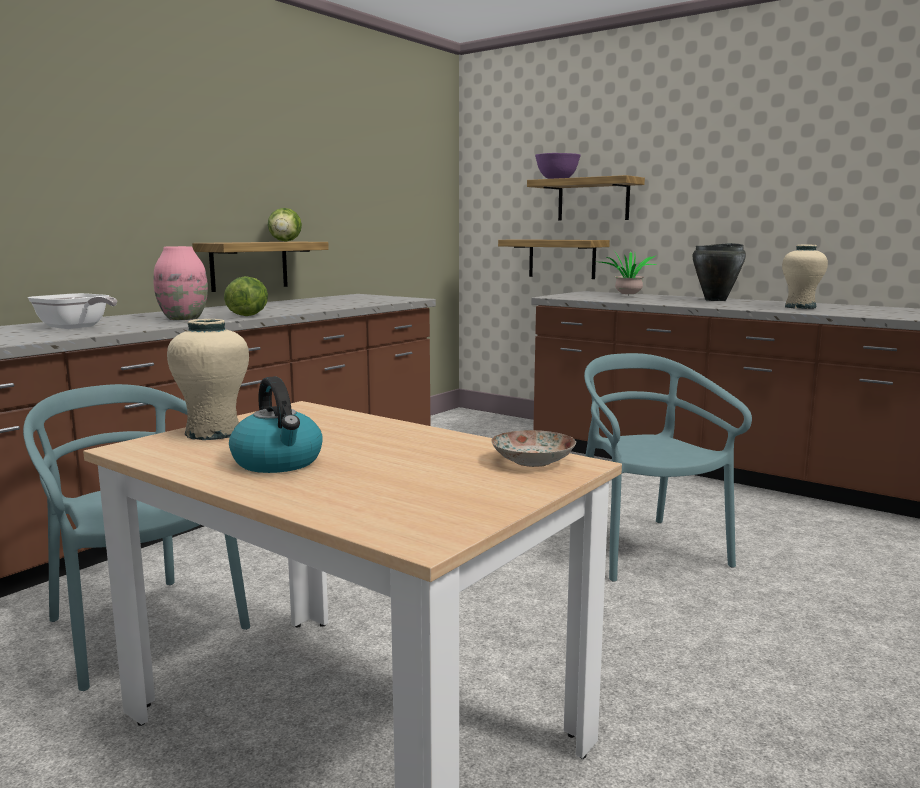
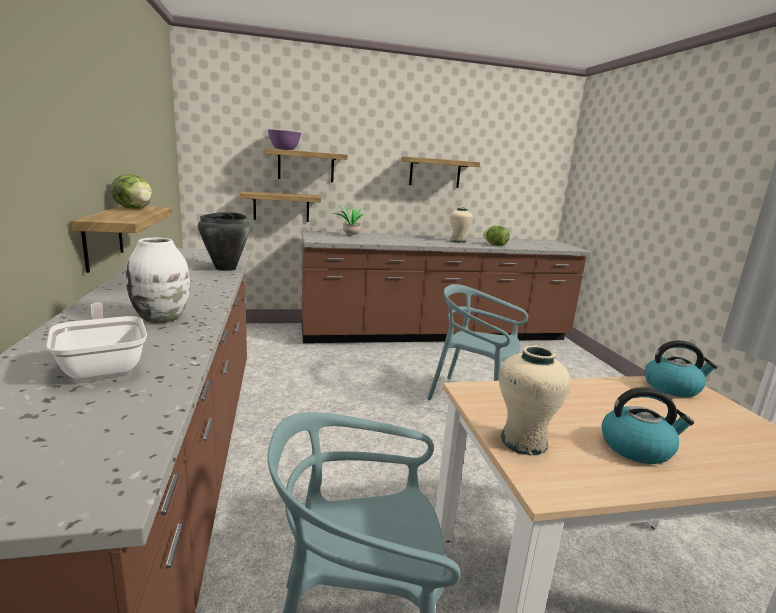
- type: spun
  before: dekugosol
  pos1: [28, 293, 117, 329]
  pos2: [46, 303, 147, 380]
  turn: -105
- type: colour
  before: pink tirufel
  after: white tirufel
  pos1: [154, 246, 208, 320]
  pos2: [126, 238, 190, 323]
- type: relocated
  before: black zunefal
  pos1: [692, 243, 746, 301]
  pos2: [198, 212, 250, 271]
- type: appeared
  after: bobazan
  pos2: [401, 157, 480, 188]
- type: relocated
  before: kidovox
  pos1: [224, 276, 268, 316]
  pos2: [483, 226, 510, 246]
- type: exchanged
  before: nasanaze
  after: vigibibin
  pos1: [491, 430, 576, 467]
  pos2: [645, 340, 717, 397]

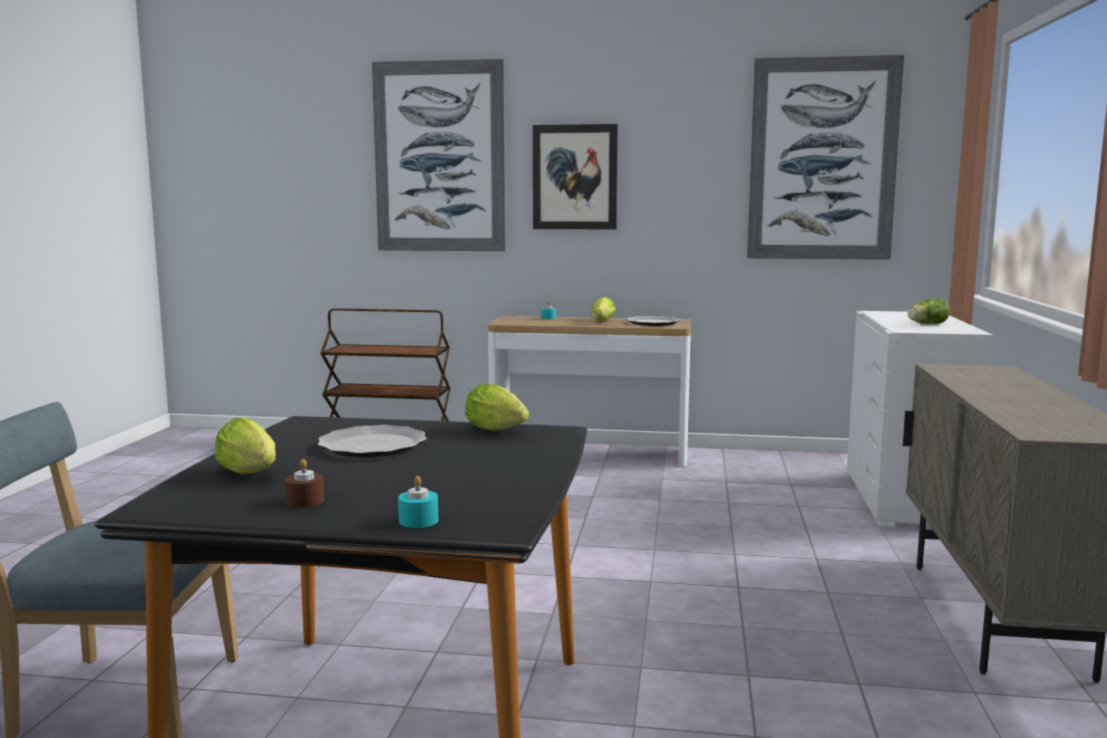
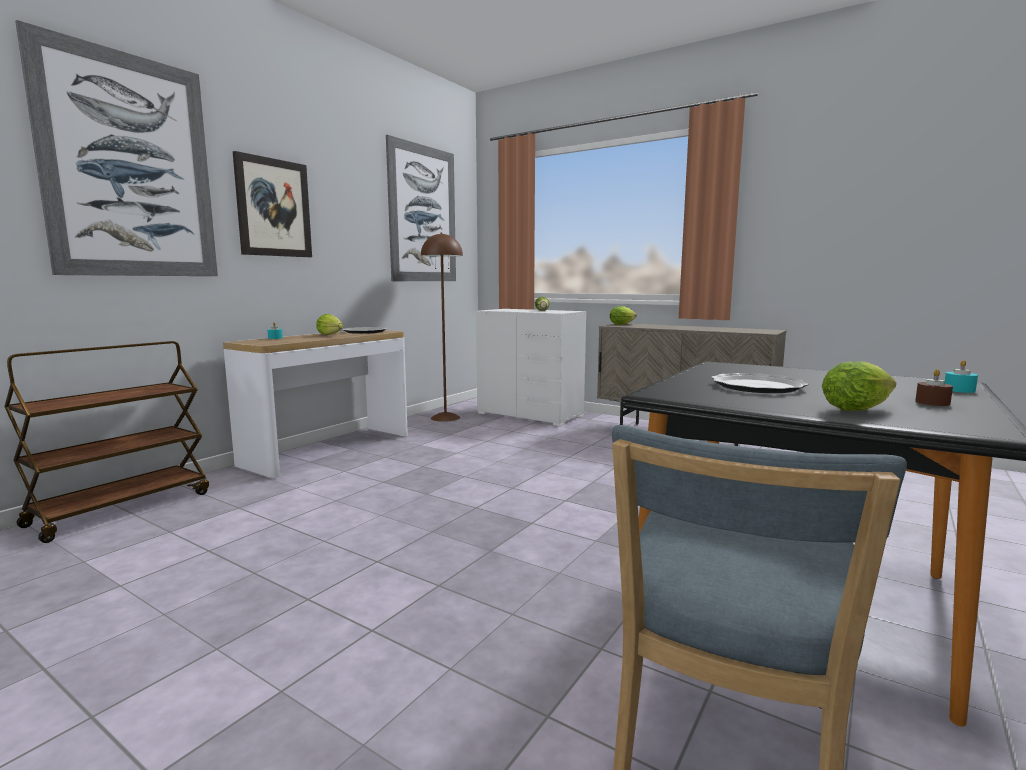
- type: appeared
  after: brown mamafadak
  pos2: [421, 233, 463, 422]
- type: relocated
  before: kidovox
  pos1: [465, 384, 529, 431]
  pos2: [610, 306, 637, 325]

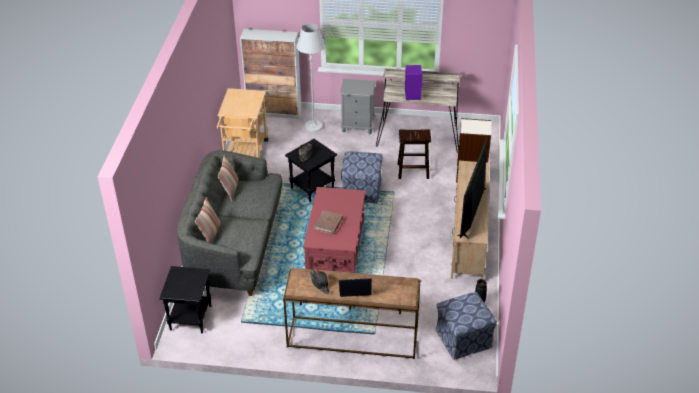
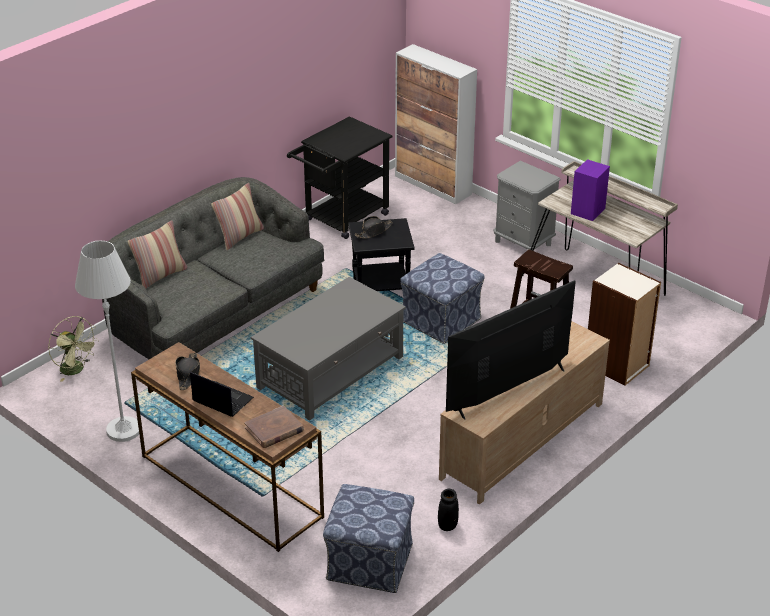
- type: exchanged
  before: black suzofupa
  after: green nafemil
  pos1: [159, 266, 211, 333]
  pos2: [48, 316, 99, 382]
- type: relocated
  before: white mamafadak
  pos1: [296, 24, 325, 132]
  pos2: [75, 240, 139, 442]
- type: relocated
  before: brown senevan
  pos1: [314, 210, 343, 234]
  pos2: [244, 406, 304, 448]
- type: colour
  before: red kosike
  after: grey kosike
  pos1: [303, 187, 365, 273]
  pos2: [251, 277, 406, 420]
- type: colour
  before: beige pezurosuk
  after: black pezurosuk
  pos1: [217, 88, 268, 158]
  pos2: [287, 116, 393, 239]

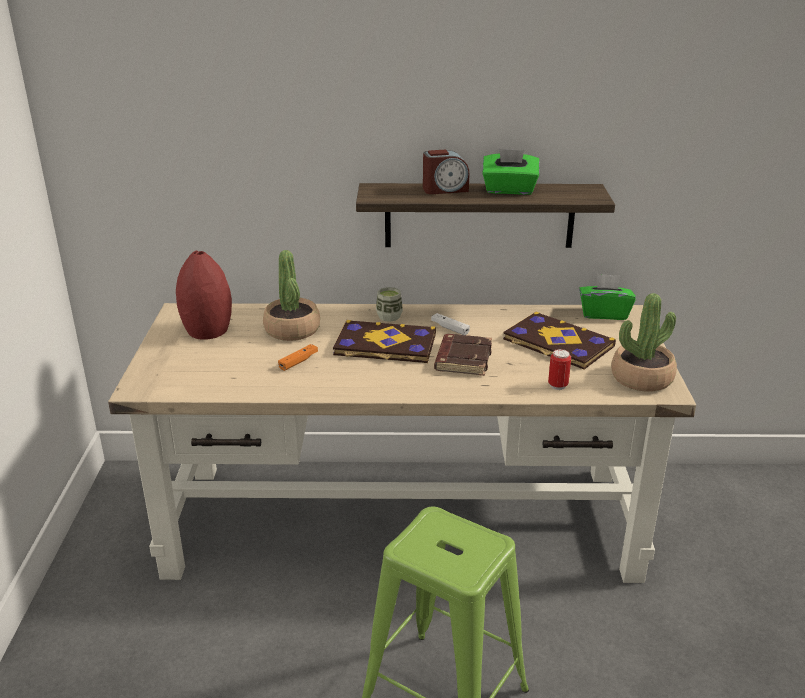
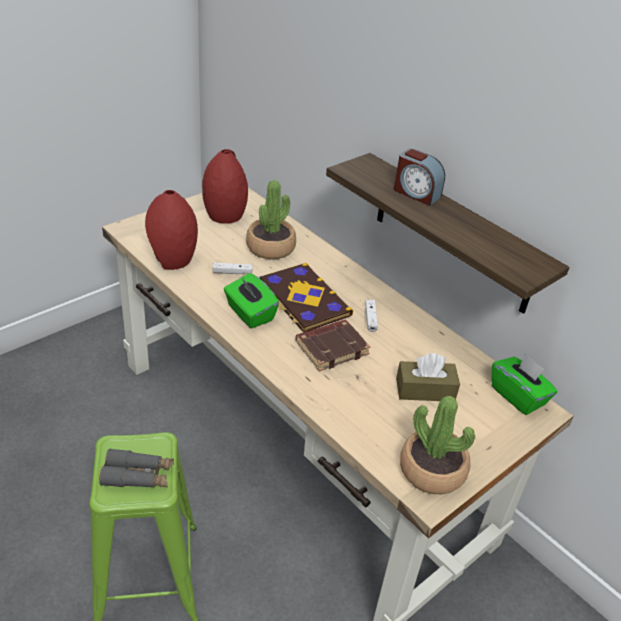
- type: appeared
  after: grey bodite
  pos2: [99, 448, 174, 487]
- type: appeared
  after: red tirufel
  pos2: [145, 190, 198, 270]
- type: colour
  before: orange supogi
  after: white supogi
  pos1: [278, 344, 318, 371]
  pos2: [213, 263, 253, 274]
- type: relocated
  before: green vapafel
  pos1: [482, 149, 539, 195]
  pos2: [224, 273, 279, 329]
- type: exchanged
  before: senevan
  after: brown vapafel
  pos1: [503, 312, 616, 369]
  pos2: [396, 353, 460, 401]
- type: missing
  before: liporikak
  pos1: [376, 287, 403, 322]
- type: missing
  before: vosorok
  pos1: [548, 349, 571, 390]

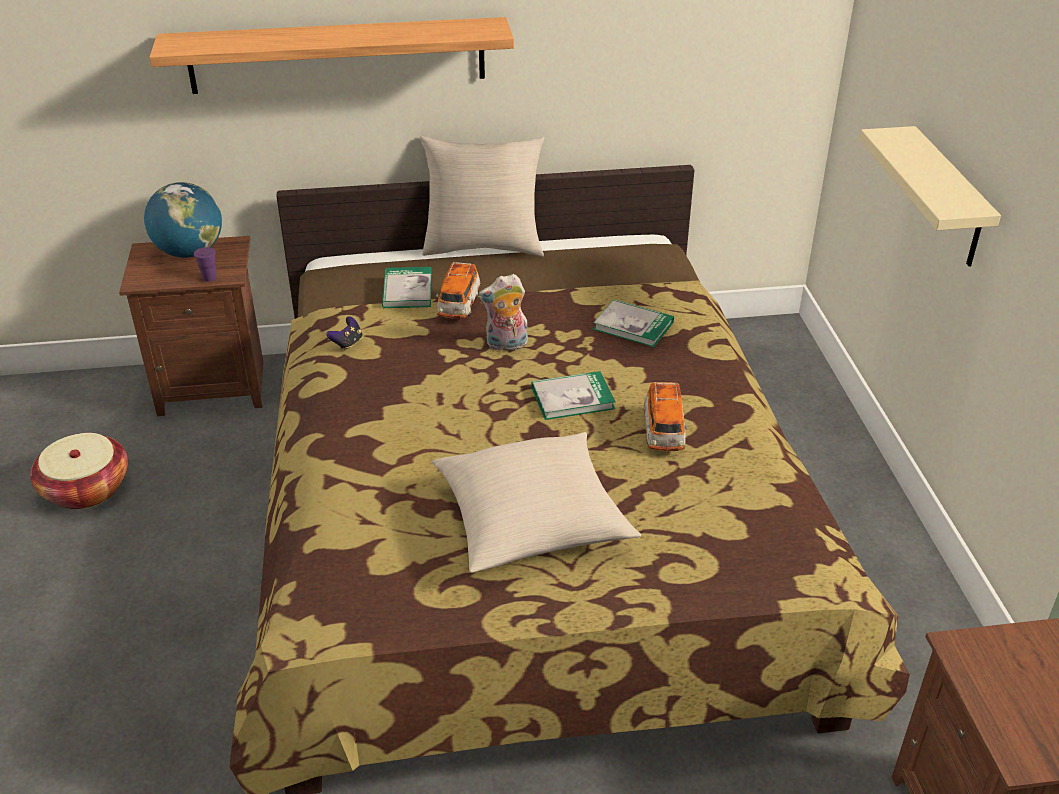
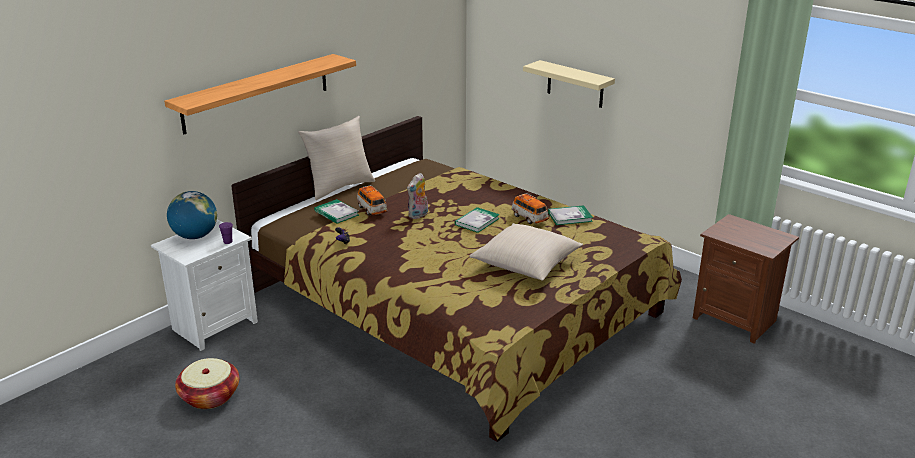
- type: colour
  before: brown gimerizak
  after: white gimerizak
  pos1: [119, 236, 263, 416]
  pos2: [151, 219, 258, 351]
- type: relocated
  before: senevan
  pos1: [593, 299, 674, 347]
  pos2: [548, 205, 593, 225]

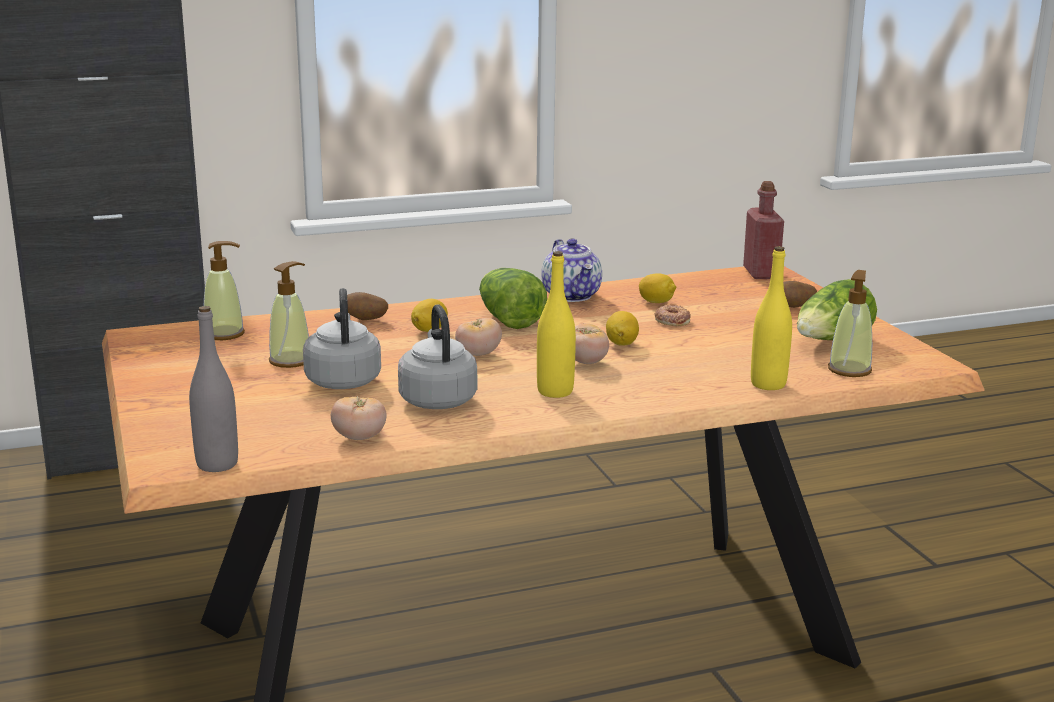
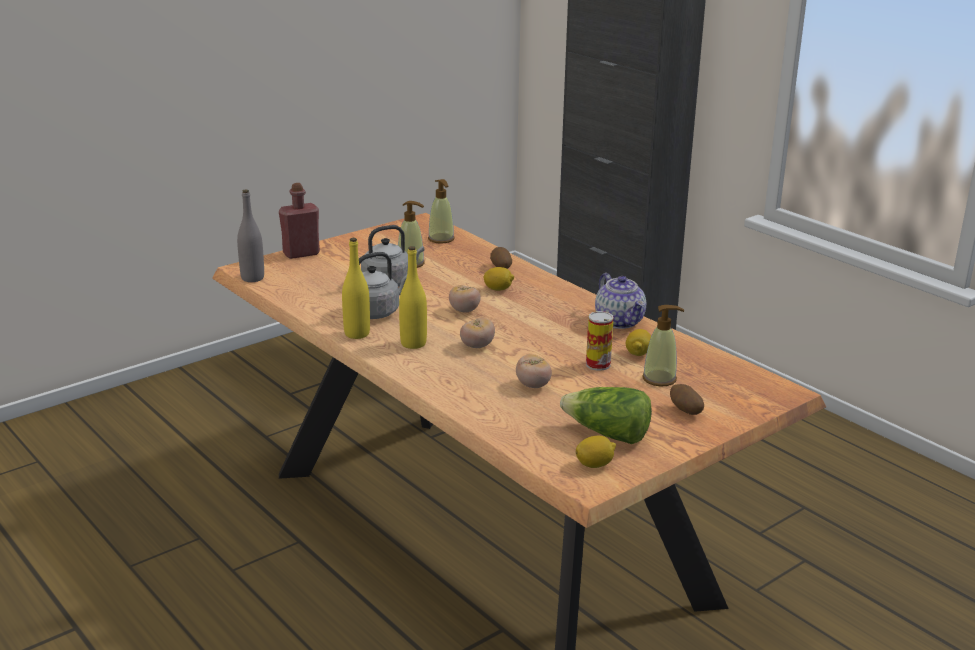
- type: relocated
  before: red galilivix
  pos1: [743, 181, 784, 279]
  pos2: [279, 183, 320, 259]
- type: relocated
  before: yellow galilivix
  pos1: [751, 246, 792, 390]
  pos2: [342, 238, 370, 339]
- type: relocated
  before: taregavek
  pos1: [331, 396, 387, 440]
  pos2: [516, 354, 552, 388]
- type: relocated
  before: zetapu
  pos1: [606, 311, 639, 346]
  pos2: [576, 436, 616, 468]
- type: exchanged
  before: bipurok
  after: vosorok
  pos1: [655, 304, 691, 326]
  pos2: [586, 311, 614, 371]
- type: spun
  before: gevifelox
  pos1: [541, 238, 602, 302]
  pos2: [595, 273, 646, 329]
  turn: -75
- type: relocated
  before: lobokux
  pos1: [828, 270, 872, 377]
  pos2: [642, 305, 684, 386]
- type: missing
  before: kidovox
  pos1: [479, 268, 547, 329]

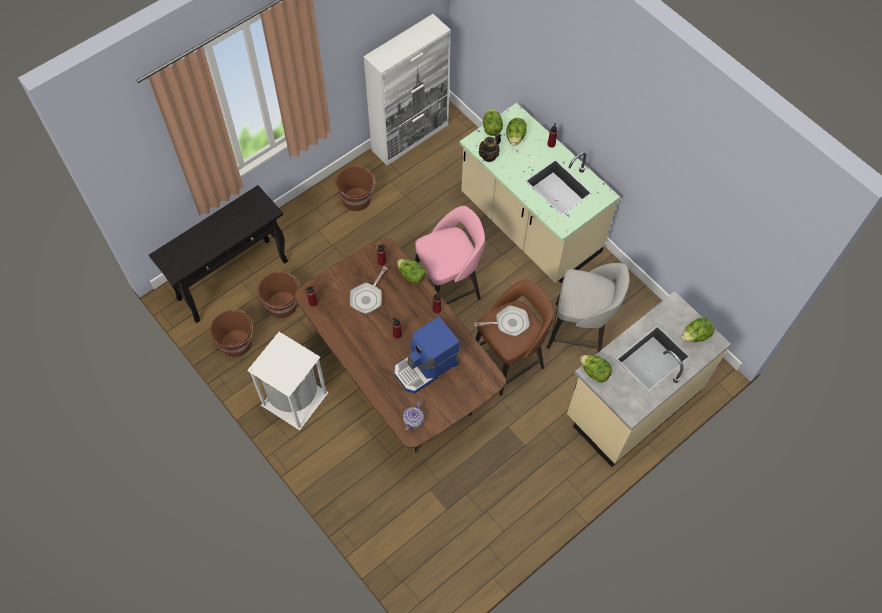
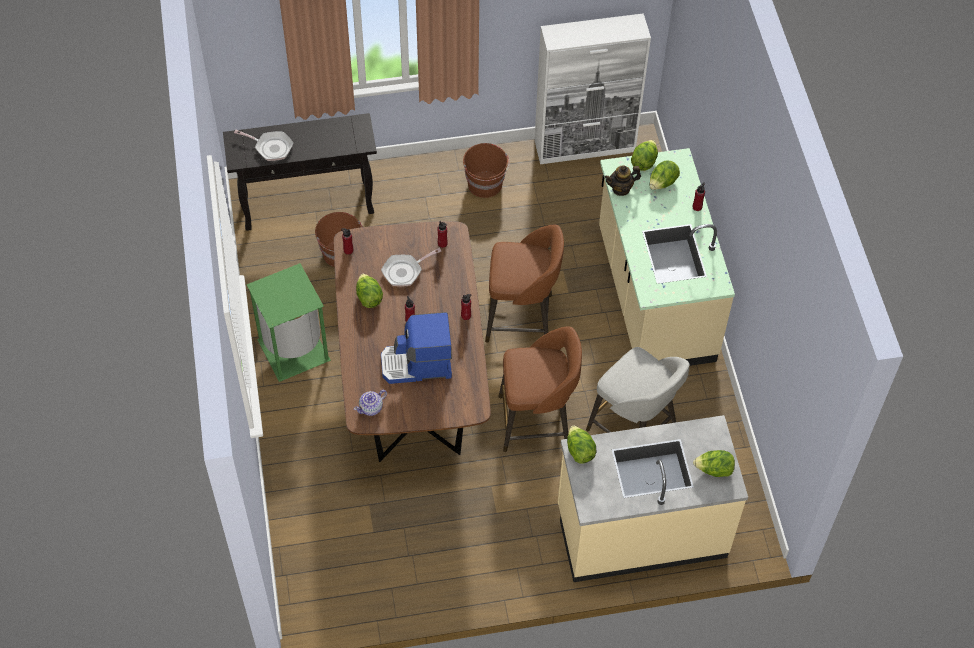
- type: relocated
  before: dekugosol
  pos1: [474, 305, 530, 336]
  pos2: [234, 130, 293, 161]
- type: colour
  before: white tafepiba
  after: green tafepiba
  pos1: [247, 332, 329, 430]
  pos2: [246, 263, 331, 382]
- type: relocated
  before: kidovox
  pos1: [397, 259, 426, 284]
  pos2: [356, 274, 383, 308]
- type: colour
  before: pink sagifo
  after: brown sagifo
  pos1: [415, 206, 485, 304]
  pos2: [485, 225, 564, 343]
- type: missing
  before: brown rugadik
  pos1: [210, 309, 253, 357]

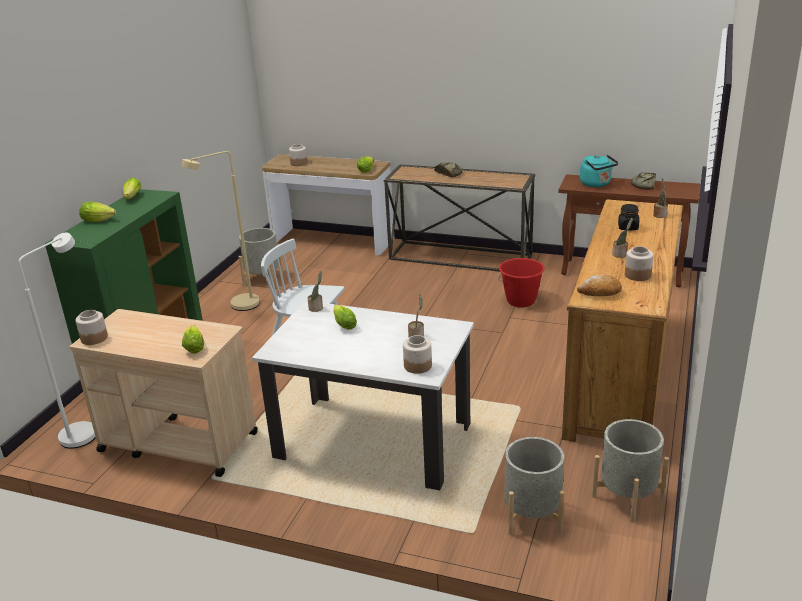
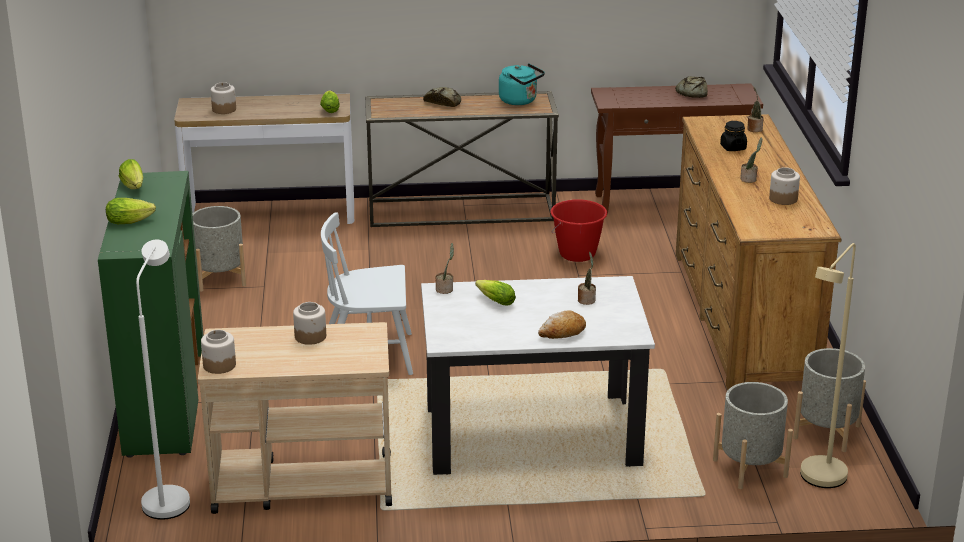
- type: relocated
  before: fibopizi
  pos1: [403, 335, 432, 374]
  pos2: [293, 302, 326, 345]
- type: relocated
  before: turquoise vigibibin
  pos1: [580, 155, 618, 187]
  pos2: [499, 63, 545, 105]
- type: relocated
  before: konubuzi
  pos1: [577, 275, 622, 296]
  pos2: [538, 310, 586, 339]
- type: relocated
  before: beige mamafadak
  pos1: [181, 151, 260, 311]
  pos2: [800, 243, 856, 488]
- type: missing
  before: kidovox
  pos1: [182, 325, 204, 353]

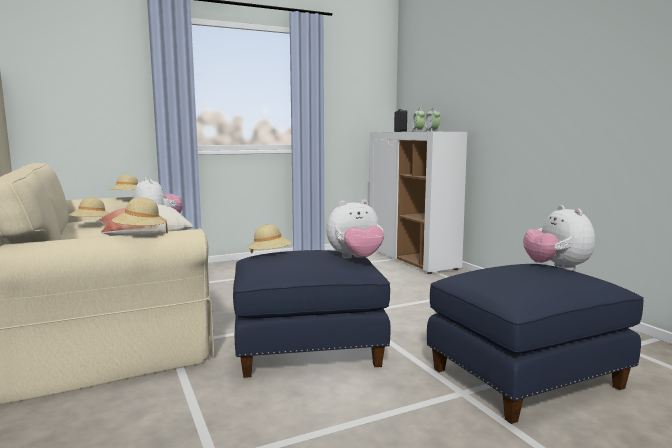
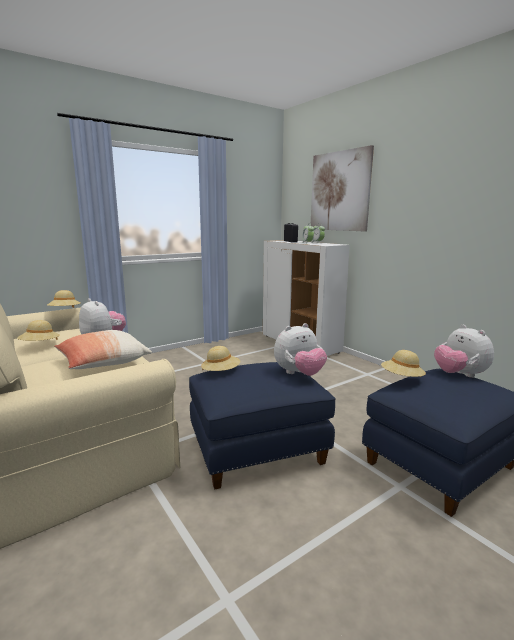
- type: appeared
  after: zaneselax
  pos2: [310, 145, 374, 232]
- type: relocated
  before: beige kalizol
  pos1: [112, 197, 168, 233]
  pos2: [381, 350, 426, 377]

